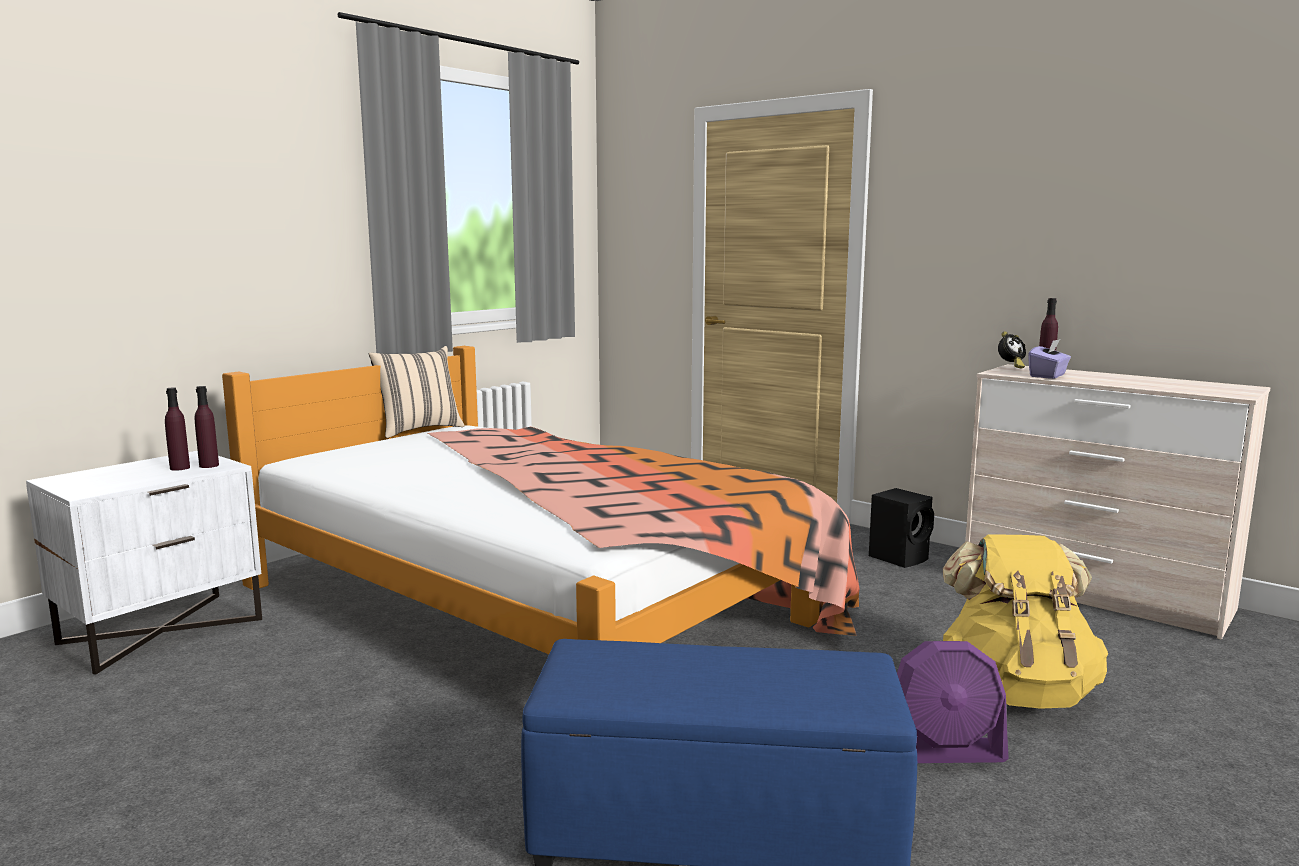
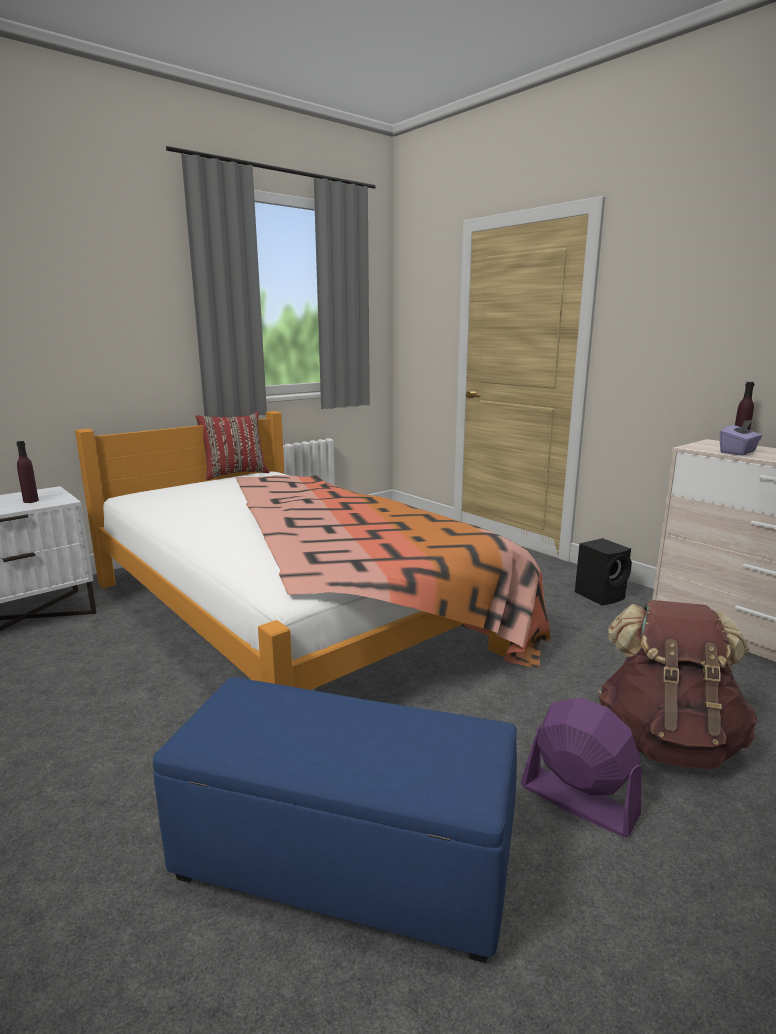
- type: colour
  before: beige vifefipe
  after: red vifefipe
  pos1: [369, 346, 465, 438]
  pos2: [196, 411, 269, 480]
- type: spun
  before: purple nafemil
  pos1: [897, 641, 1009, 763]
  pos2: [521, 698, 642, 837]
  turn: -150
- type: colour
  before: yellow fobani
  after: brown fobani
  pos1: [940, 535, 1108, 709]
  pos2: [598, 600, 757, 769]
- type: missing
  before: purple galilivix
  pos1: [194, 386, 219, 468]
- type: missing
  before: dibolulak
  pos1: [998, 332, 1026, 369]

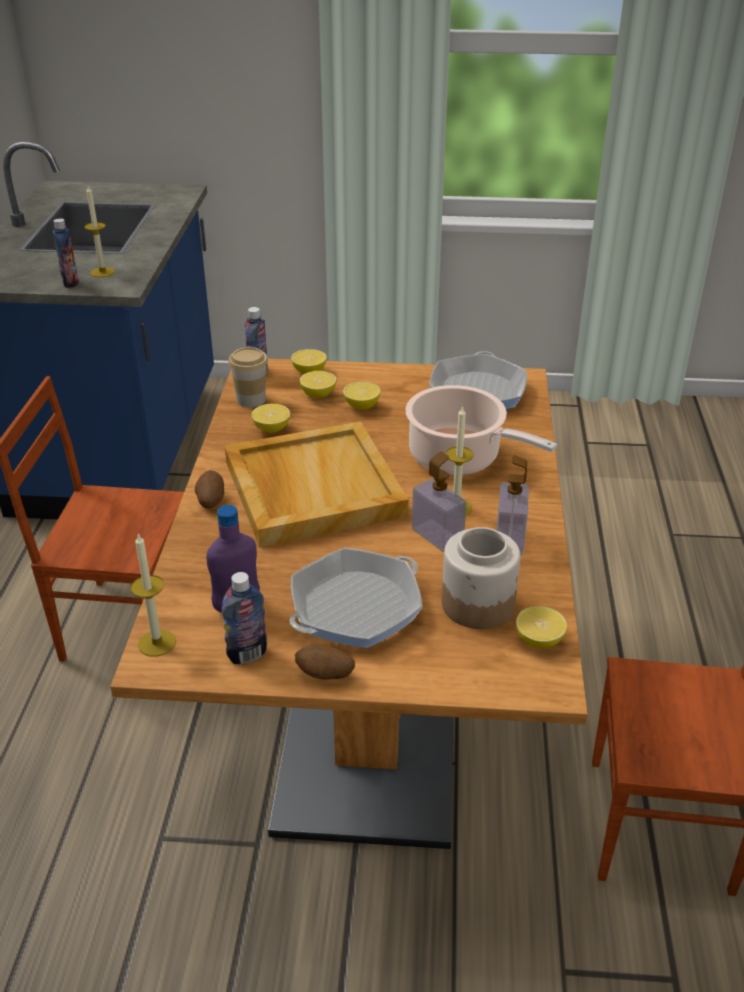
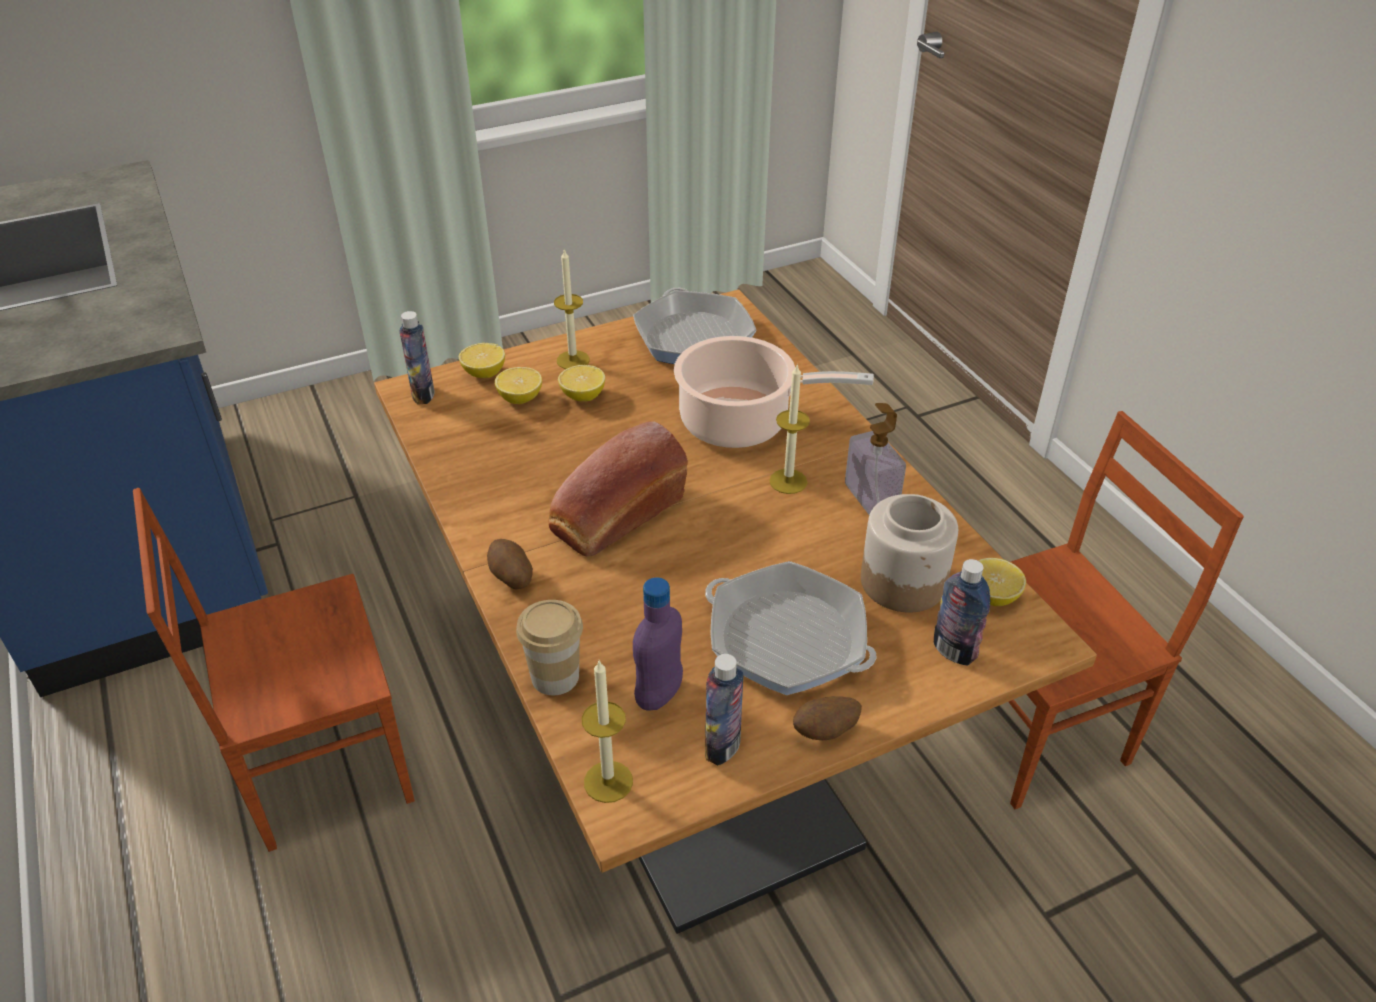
- type: relocated
  before: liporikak
  pos1: [228, 347, 268, 407]
  pos2: [516, 600, 583, 695]
- type: exchanged
  before: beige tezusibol
  after: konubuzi
  pos1: [225, 421, 409, 547]
  pos2: [548, 421, 688, 556]
- type: relocated
  before: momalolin
  pos1: [84, 186, 115, 277]
  pos2: [554, 249, 590, 369]
- type: spun
  before: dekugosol
  pos1: [289, 547, 423, 648]
  pos2: [705, 561, 877, 695]
  turn: 105
- type: relocated
  before: galilivix
  pos1: [53, 218, 79, 288]
  pos2: [934, 559, 990, 665]
- type: missing
  before: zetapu
  pos1: [251, 404, 290, 433]
- type: missing
  before: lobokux
  pos1: [412, 451, 466, 552]

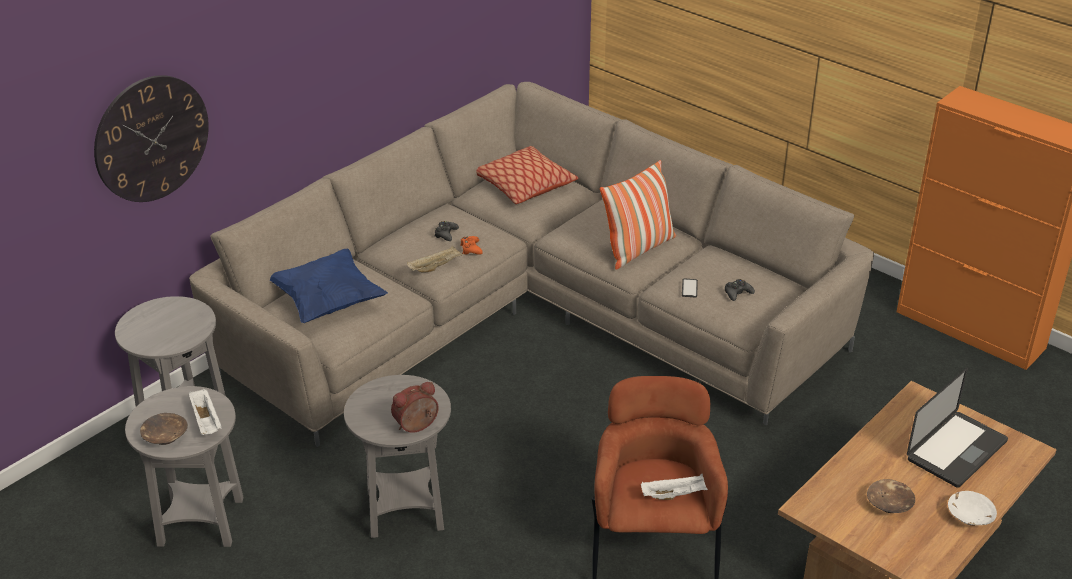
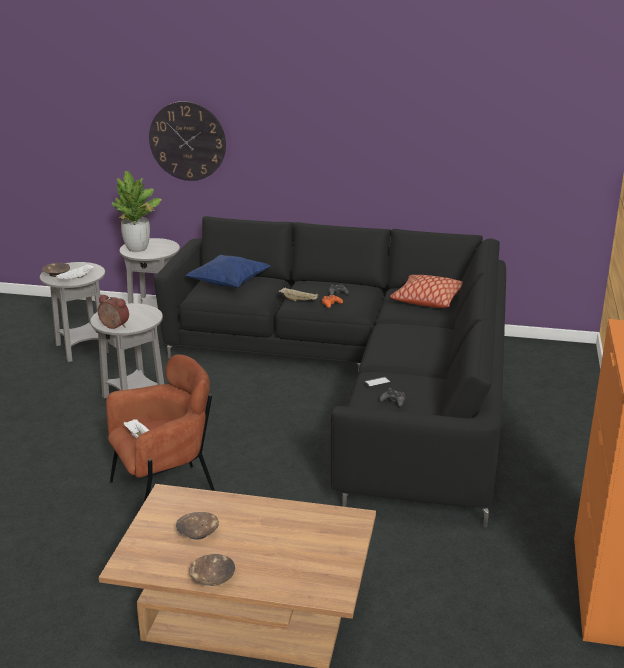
- type: appeared
  after: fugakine
  pos2: [112, 171, 162, 252]
- type: colour
  before: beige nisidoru
  after: black nisidoru
  pos1: [189, 82, 874, 447]
  pos2: [154, 216, 506, 528]
- type: colour
  before: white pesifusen
  after: brown pesifusen
  pos1: [948, 491, 997, 525]
  pos2: [190, 554, 235, 586]
- type: missing
  before: vifefipe
  pos1: [600, 160, 676, 270]
- type: missing
  before: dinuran
  pos1: [907, 368, 1008, 488]

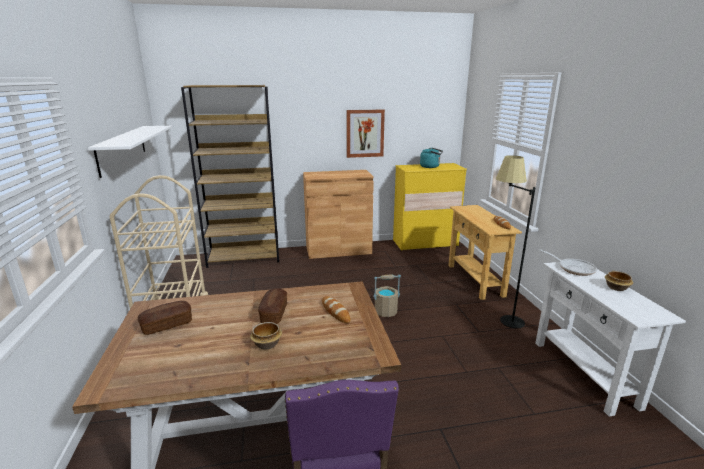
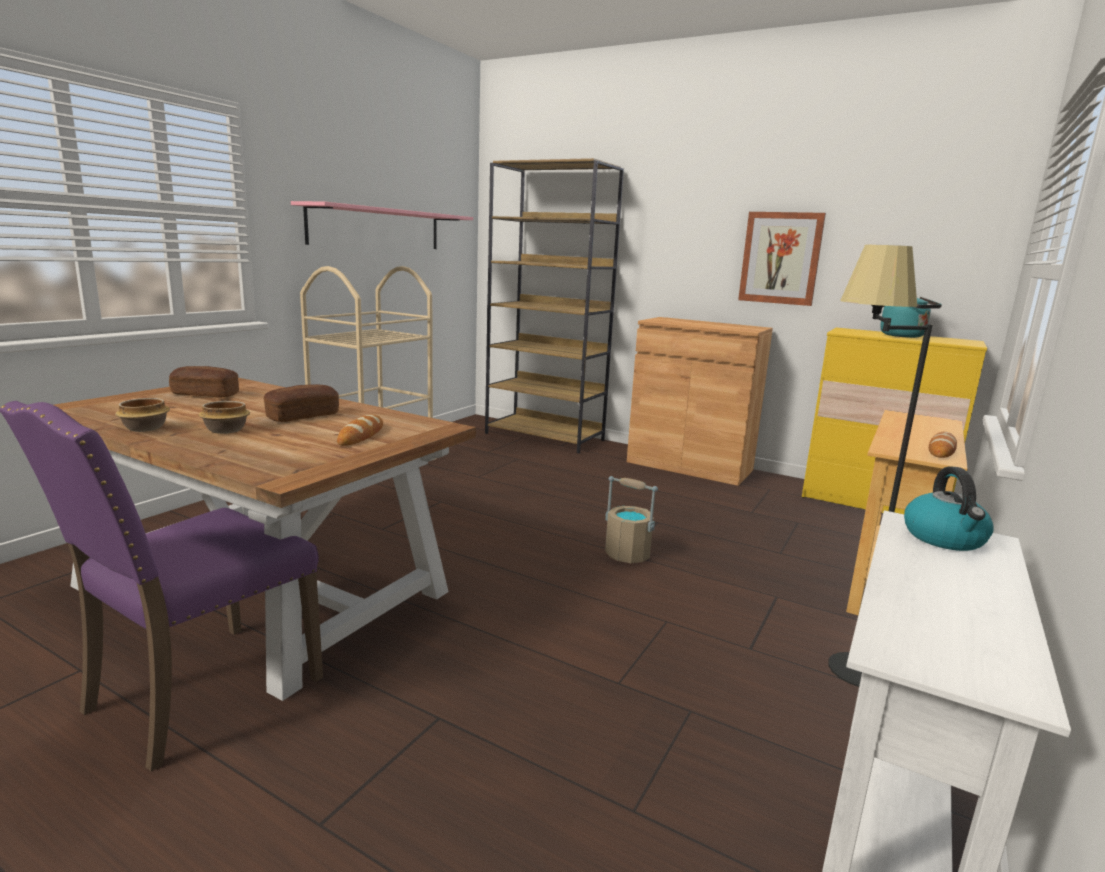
- type: relocated
  before: pesifusen
  pos1: [605, 271, 633, 291]
  pos2: [115, 398, 170, 432]
- type: colour
  before: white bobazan
  after: pink bobazan
  pos1: [88, 126, 172, 178]
  pos2: [291, 201, 473, 249]
- type: exchanged
  before: dekugosol
  after: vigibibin
  pos1: [539, 249, 597, 276]
  pos2: [904, 466, 994, 551]

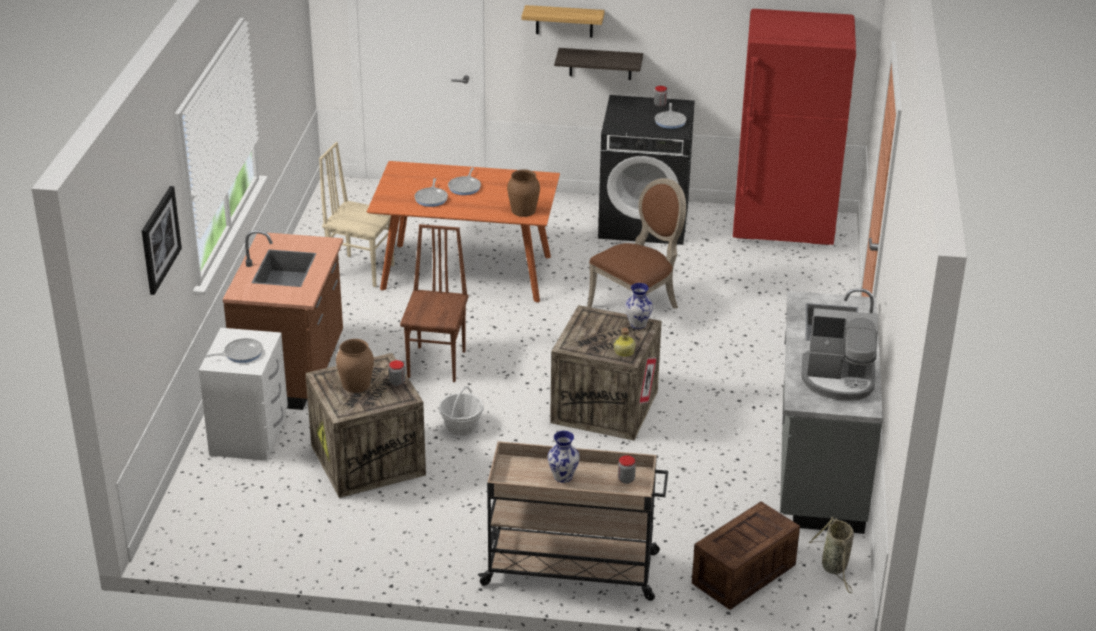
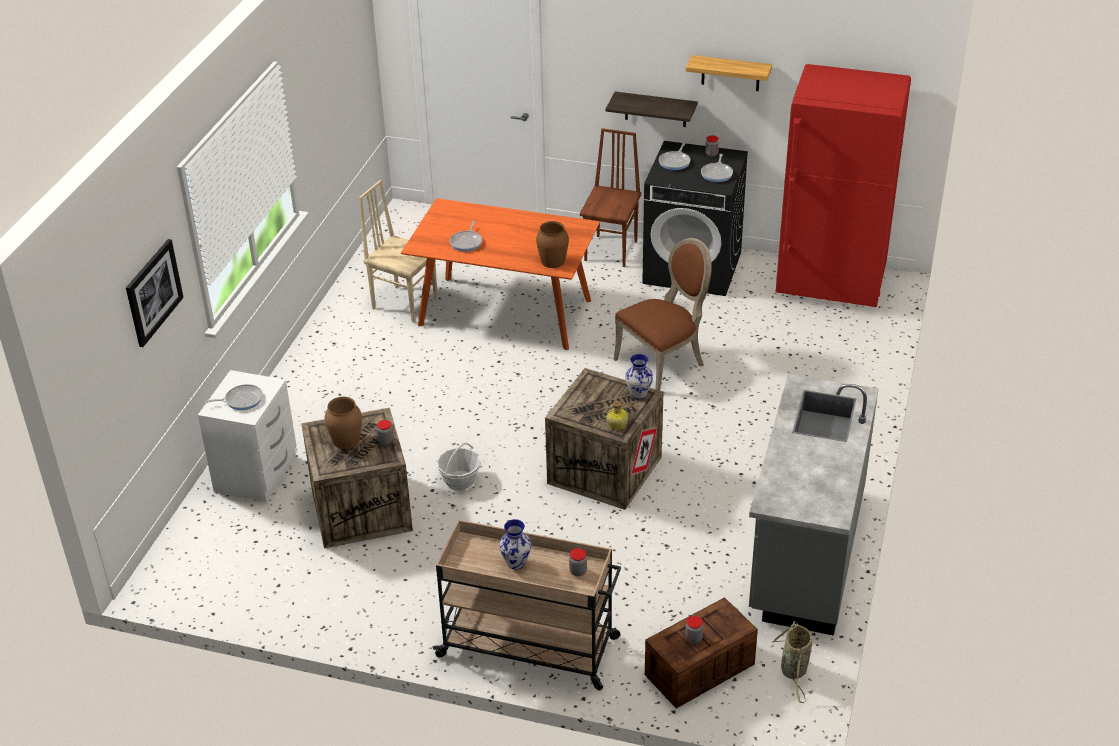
- type: relocated
  before: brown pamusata
  pos1: [400, 224, 468, 382]
  pos2: [580, 128, 641, 267]
- type: relocated
  before: dekugosol
  pos1: [448, 168, 481, 195]
  pos2: [659, 143, 690, 170]
- type: appeared
  after: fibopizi
  pos2: [685, 616, 703, 643]
- type: relocated
  before: bobazan
  pos1: [521, 5, 605, 38]
  pos2: [686, 55, 772, 91]
- type: missing
  before: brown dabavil
  pos1: [223, 230, 343, 410]
- type: missing
  before: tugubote
  pos1: [801, 308, 878, 401]

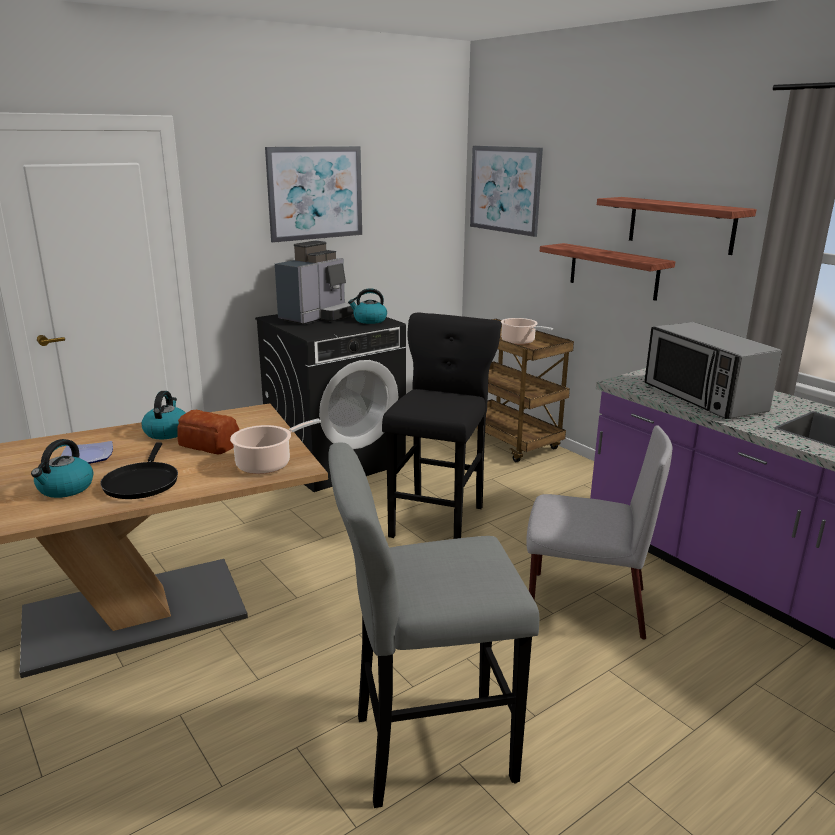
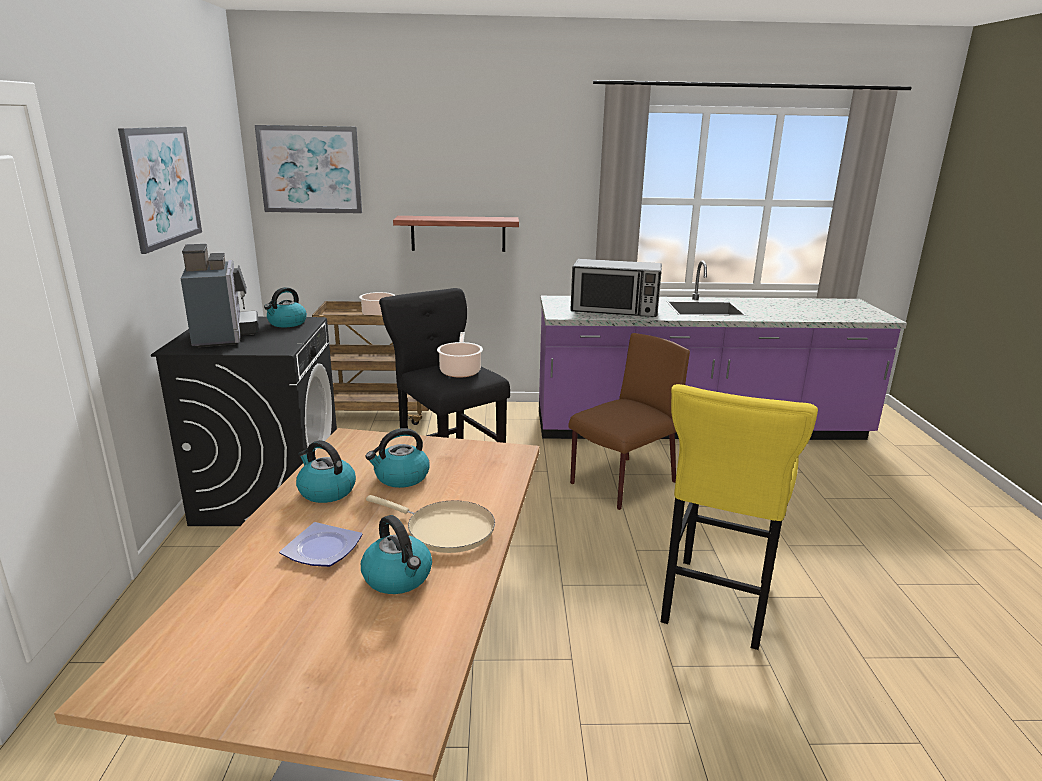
- type: exchanged
  before: konubuzi
  after: vigibibin
  pos1: [178, 410, 239, 454]
  pos2: [366, 428, 430, 488]
- type: colour
  before: black dekugosol
  after: beige dekugosol
  pos1: [100, 442, 178, 499]
  pos2: [366, 495, 495, 553]
- type: relocated
  before: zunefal
  pos1: [230, 418, 321, 474]
  pos2: [437, 332, 483, 378]
- type: colour
  before: grey pamusata
  after: brown pamusata
  pos1: [526, 425, 672, 640]
  pos2: [568, 333, 690, 510]
- type: colour
  before: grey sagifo
  after: yellow sagifo
  pos1: [328, 443, 539, 808]
  pos2: [661, 384, 818, 650]
- type: missing
  before: bobazan
  pos1: [597, 197, 756, 255]

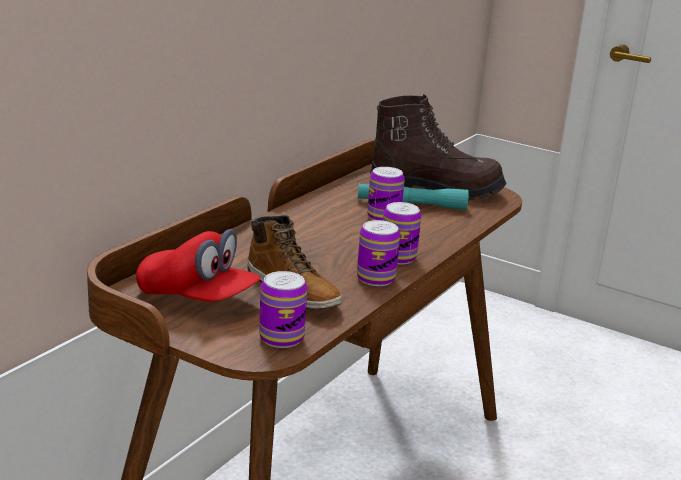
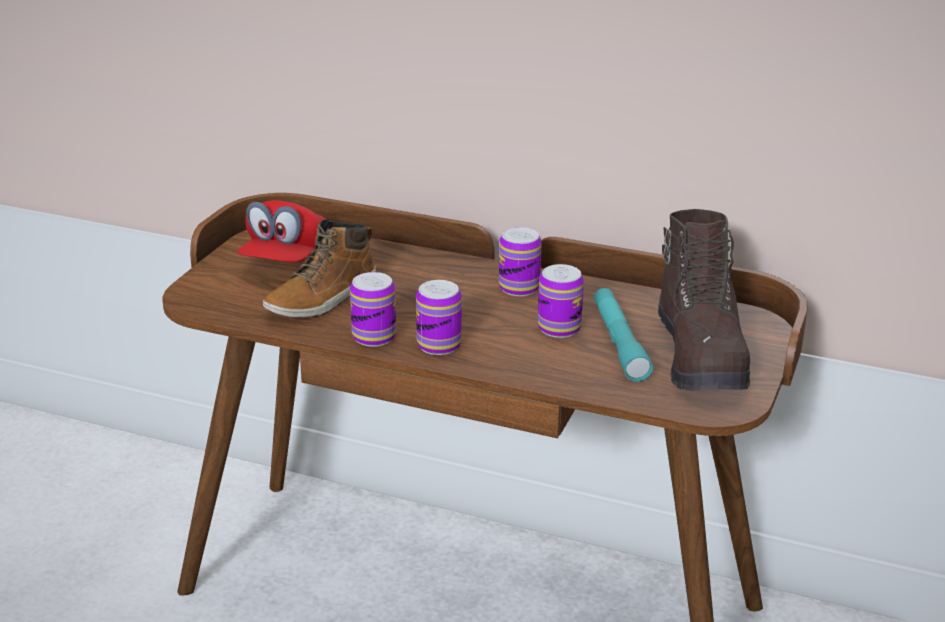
- type: relocated
  before: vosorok
  pos1: [259, 271, 307, 348]
  pos2: [499, 227, 542, 296]

